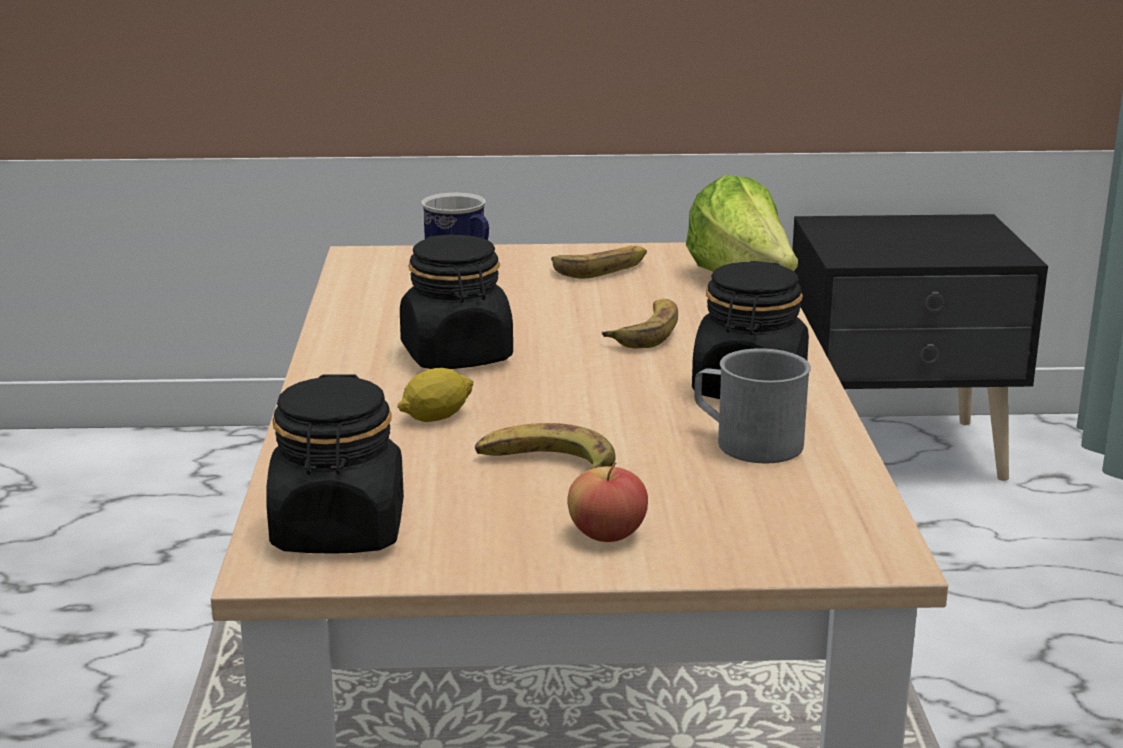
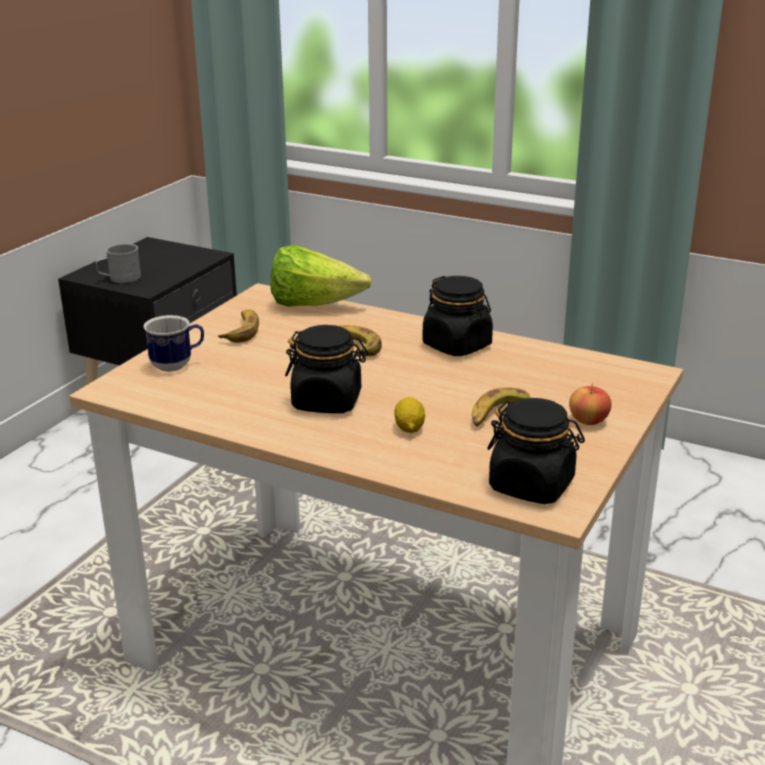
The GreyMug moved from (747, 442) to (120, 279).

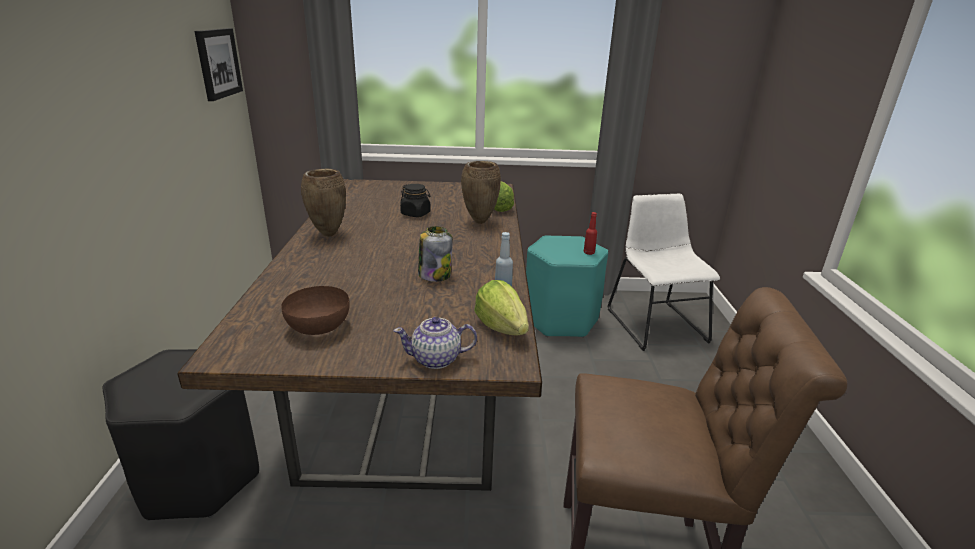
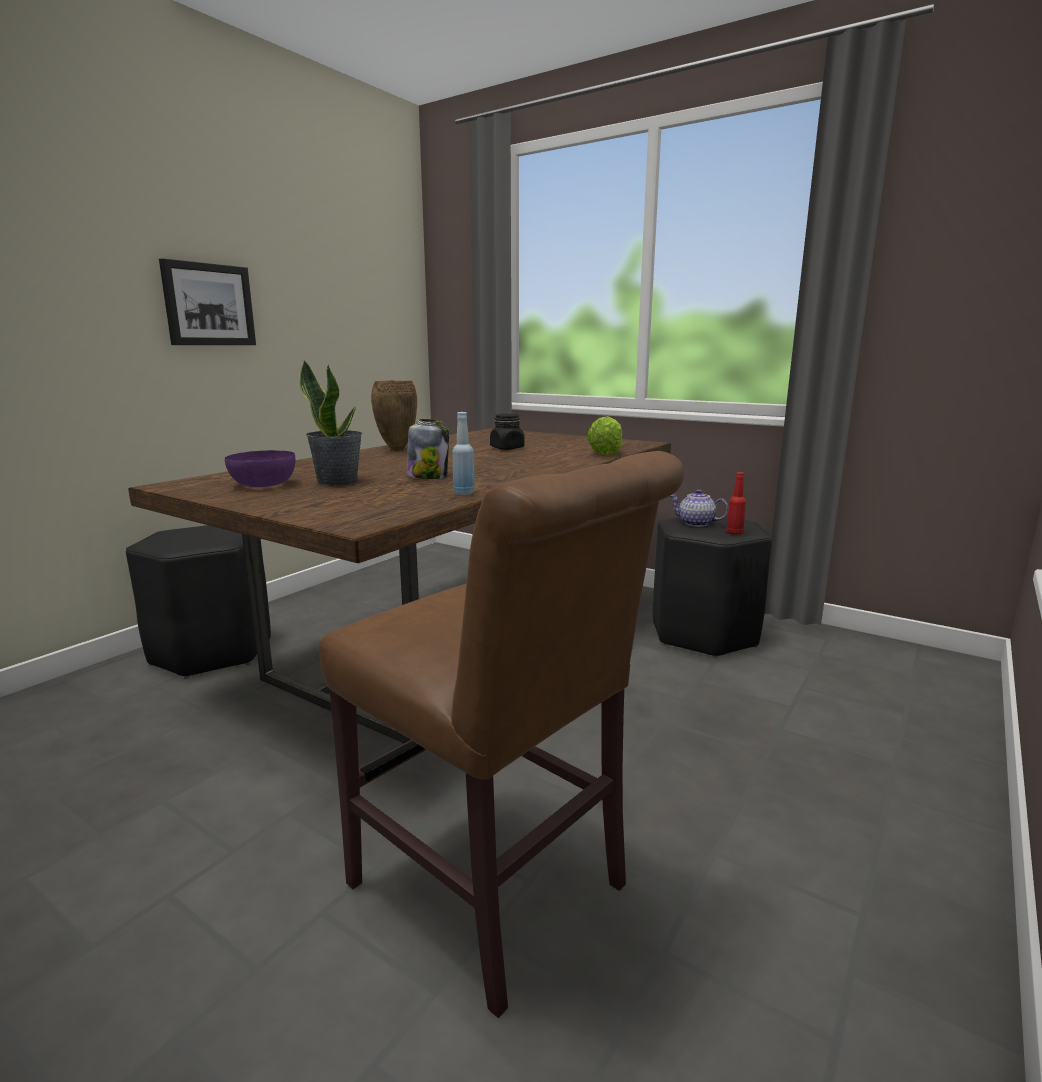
The Picture moved from (218, 63) to (208, 305). The BrownBowl at (319, 326) became the PurpleBowl at (264, 485). The PottedPlant at (338, 482) appeared. The TurquoiseStool at (560, 320) became the BlackStool at (704, 634). The Teapot moved from (436, 359) to (696, 523). The BrownVase at (479, 221) disappeared. The Lettuce at (502, 327) disappeared. The WhiteChair at (654, 322) disappeared.

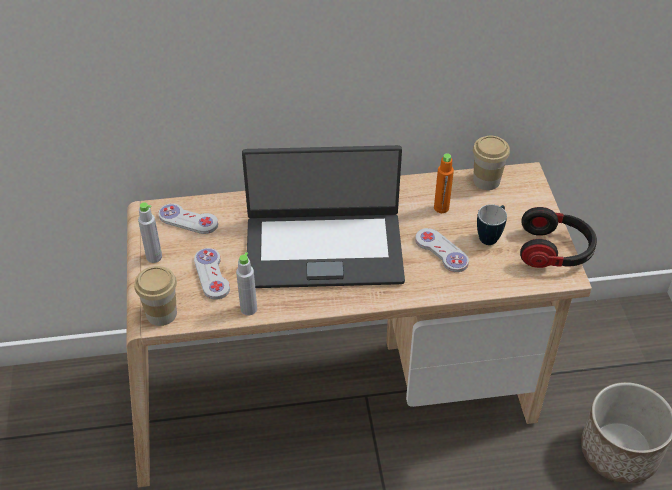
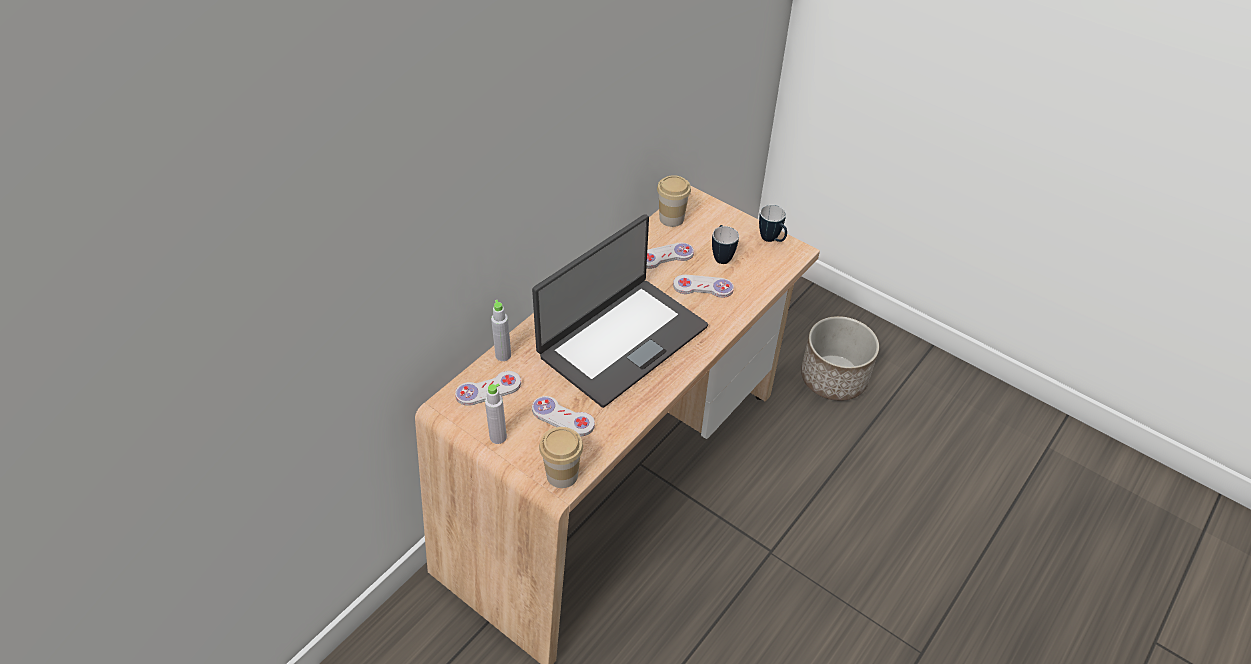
The GreyBottle moved from (248, 309) to (503, 355). The OrangeBottle at (441, 208) was replaced by the WhiteGameController at (665, 257). The Headphones at (555, 251) was replaced by the Mug at (772, 240).

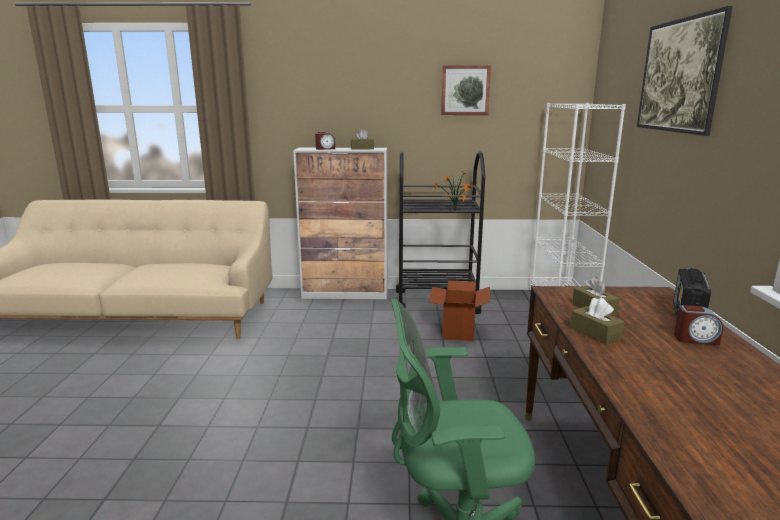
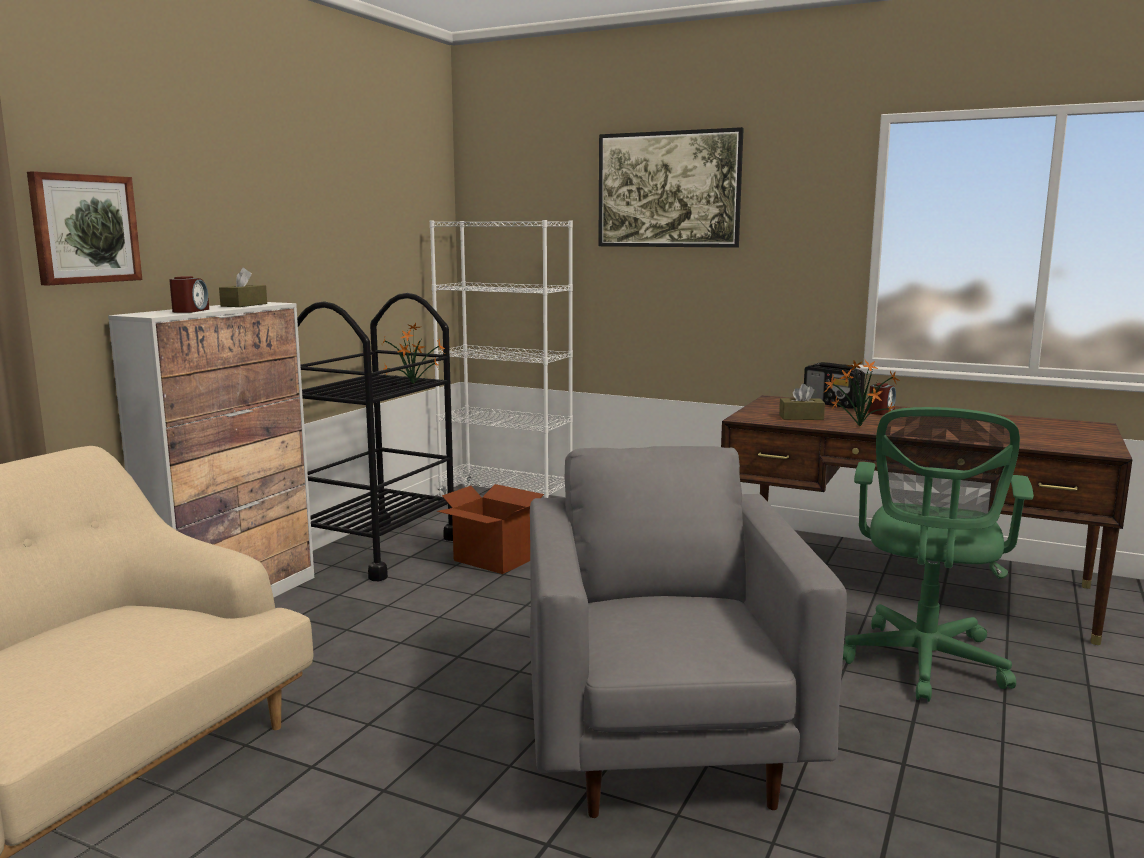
The Picture moved from (465, 90) to (84, 229). The GreyArmchair at (664, 742) appeared. The BrownTissueBox at (595, 333) was replaced by the PottedPlant at (857, 426).

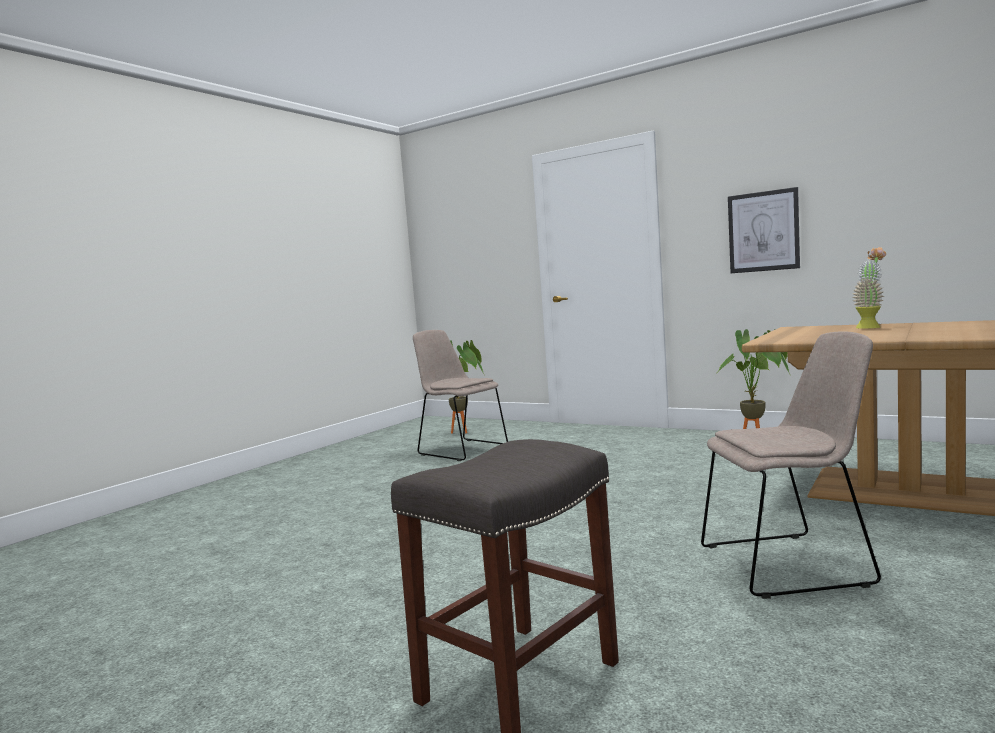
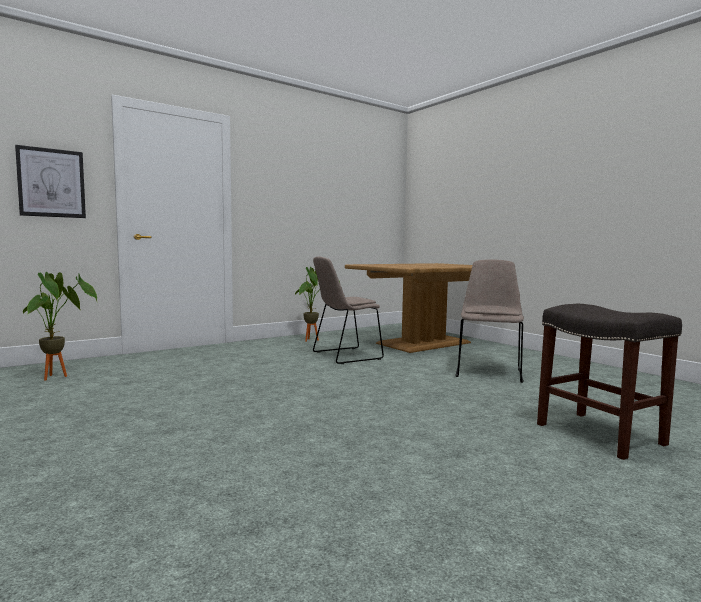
The Picture moved from (763, 231) to (51, 183). The BeigeChair moved from (461, 449) to (344, 356). The PottedPlant at (870, 327) disappeared.

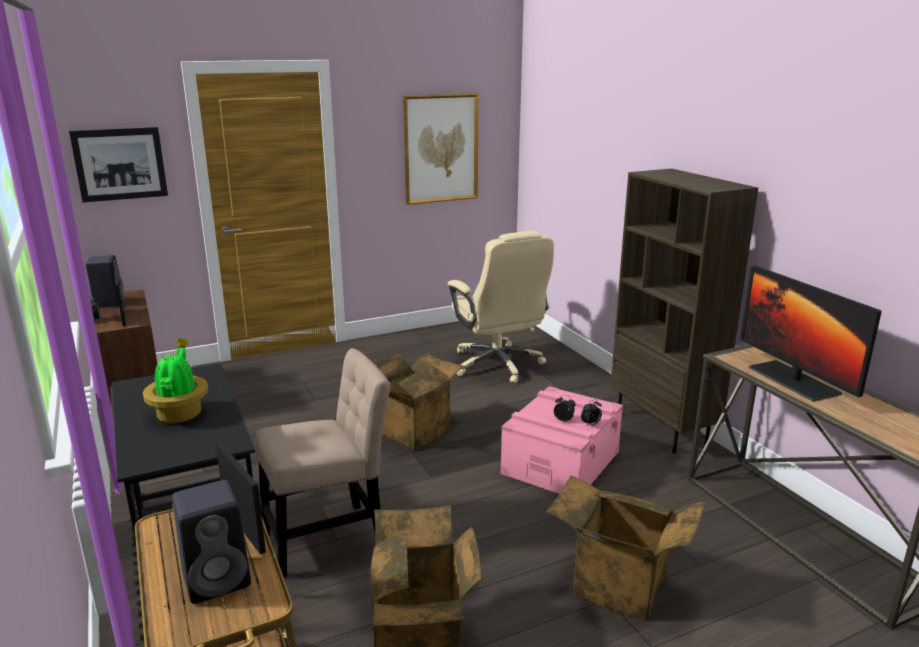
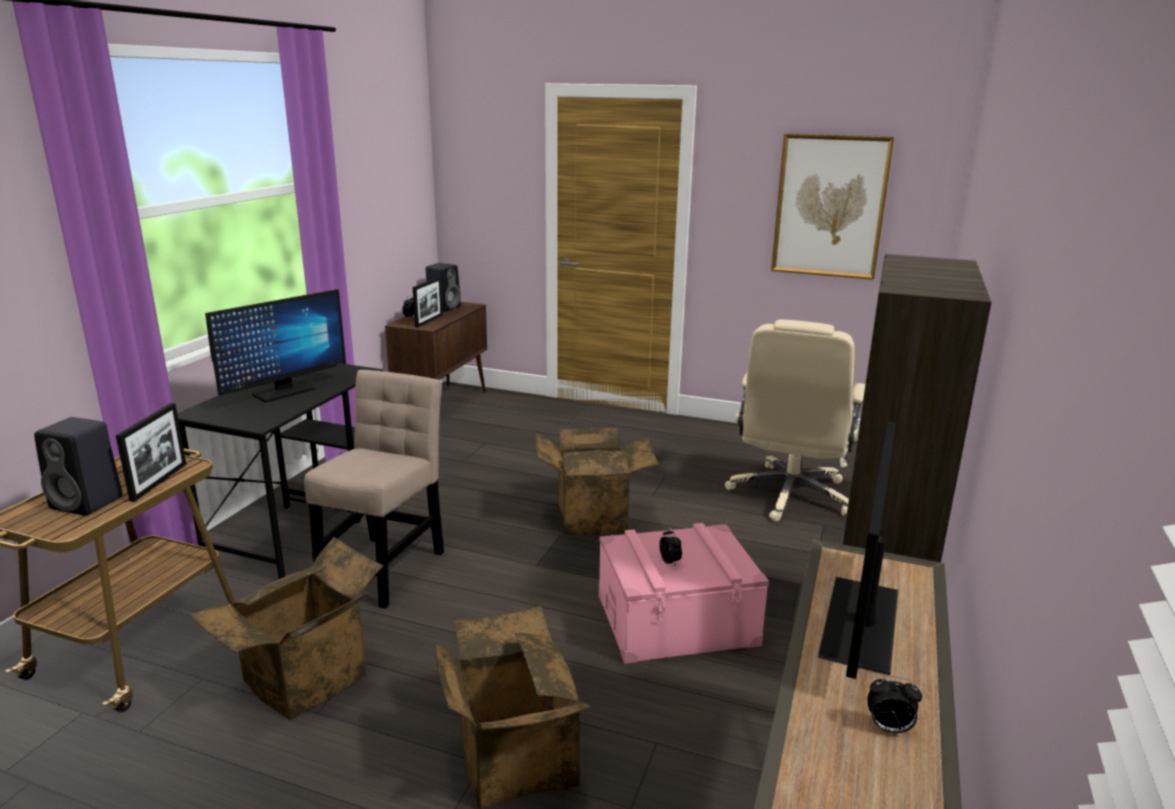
The PottedPlant at (180, 413) was replaced by the Monitor at (283, 392). The BeigeChair at (330, 538) turned 90 degrees counterclockwise. The AlarmClock moved from (591, 424) to (888, 728). The Picture at (120, 164) disappeared.

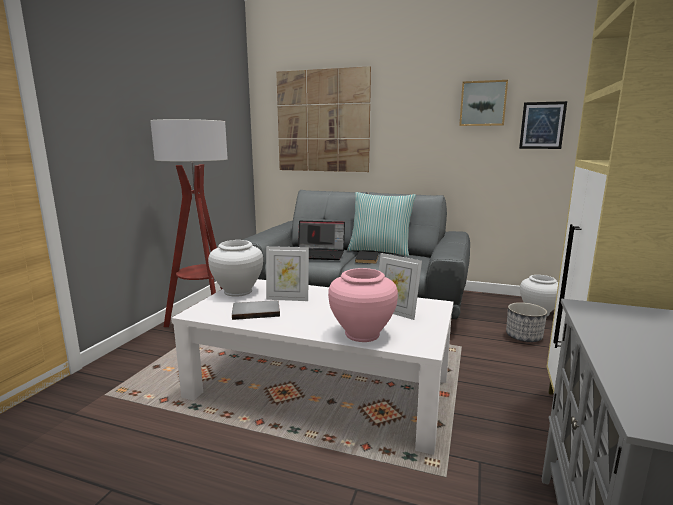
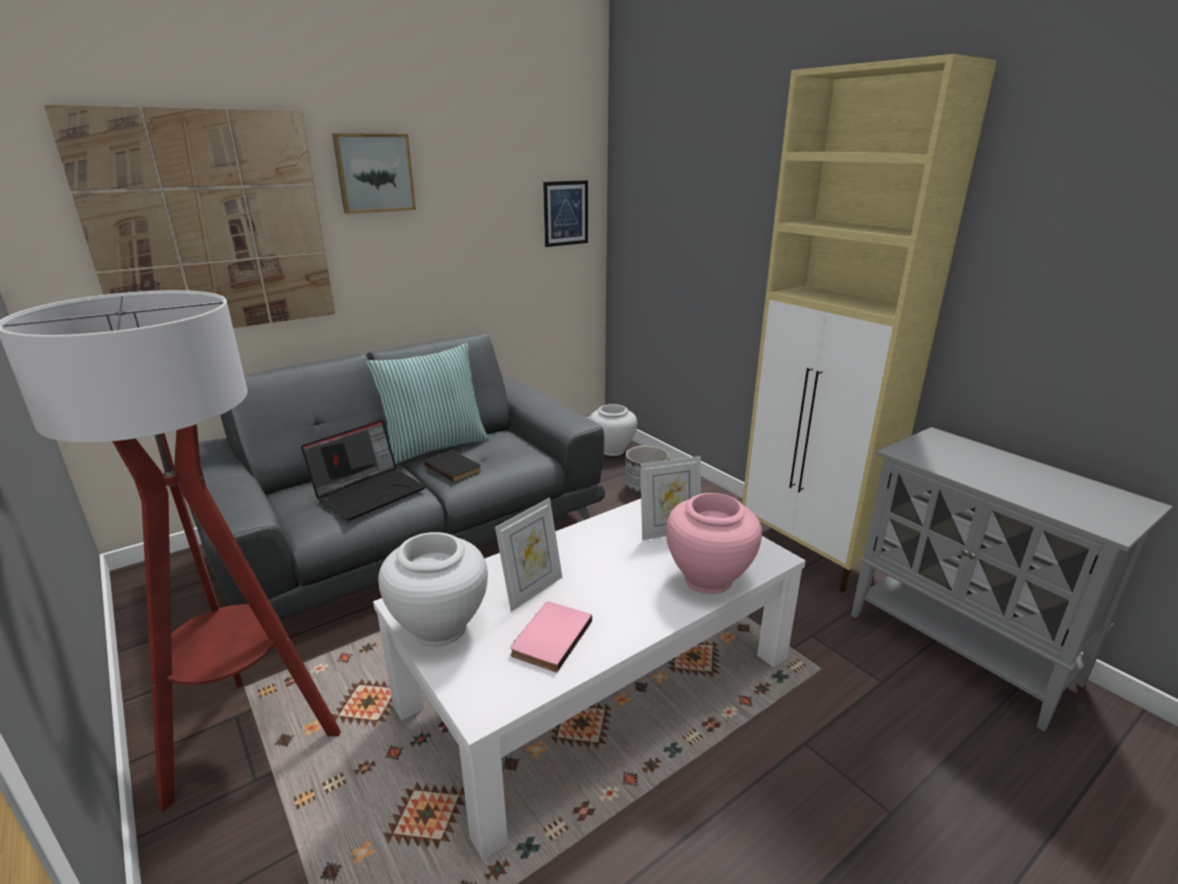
The Picture moved from (483, 103) to (374, 173). The GreyBook at (256, 311) became the PinkBook at (549, 637).

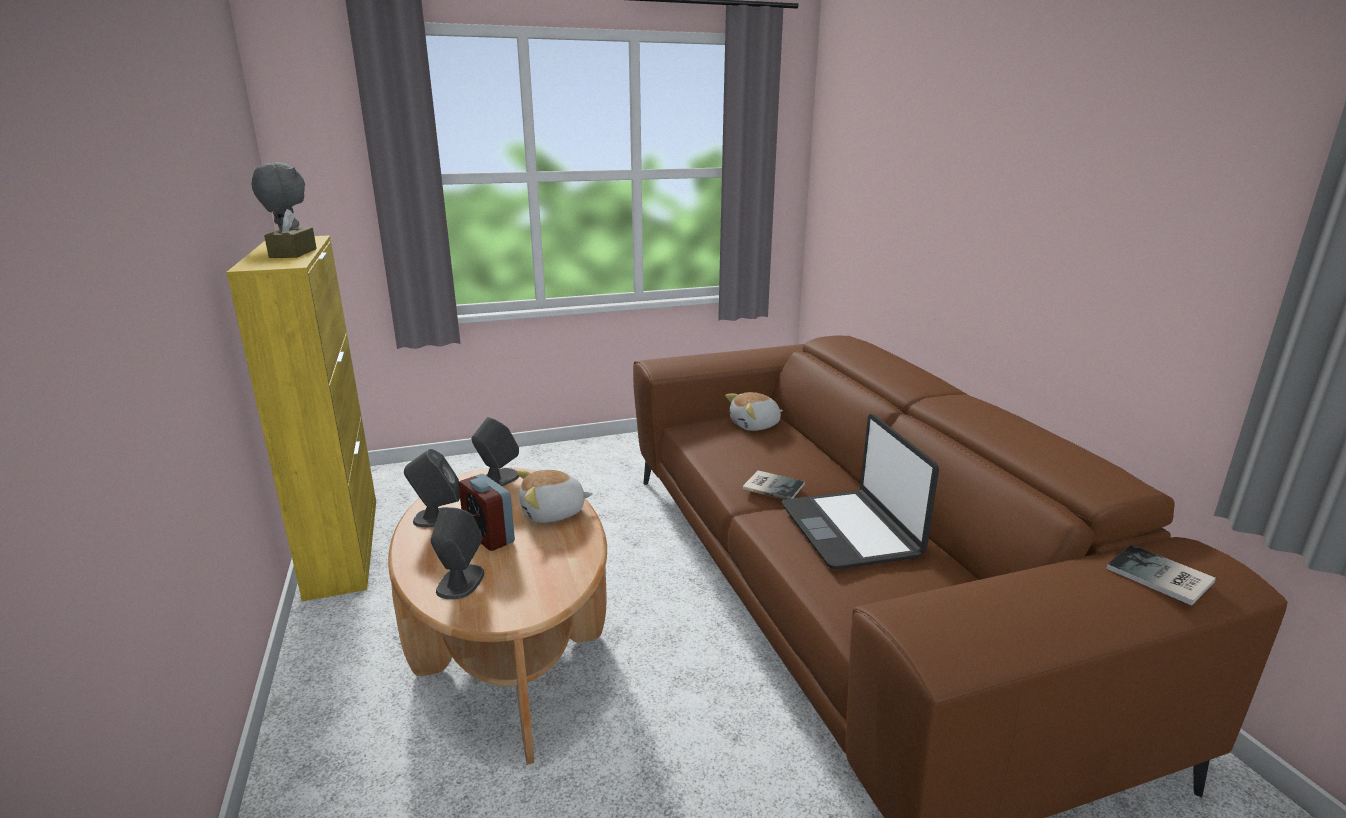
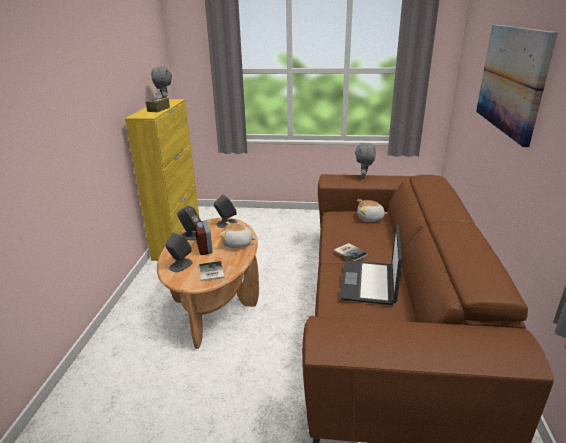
The Book moved from (1161, 577) to (210, 272). The GreyPlushToy at (364, 177) appeared. The Picture at (511, 79) appeared.

